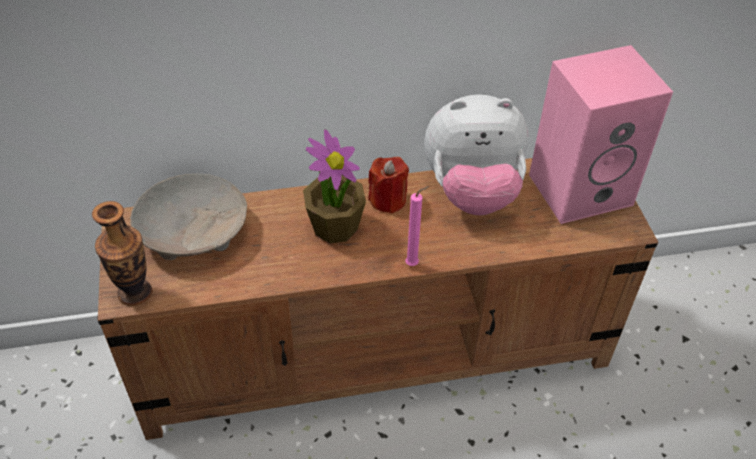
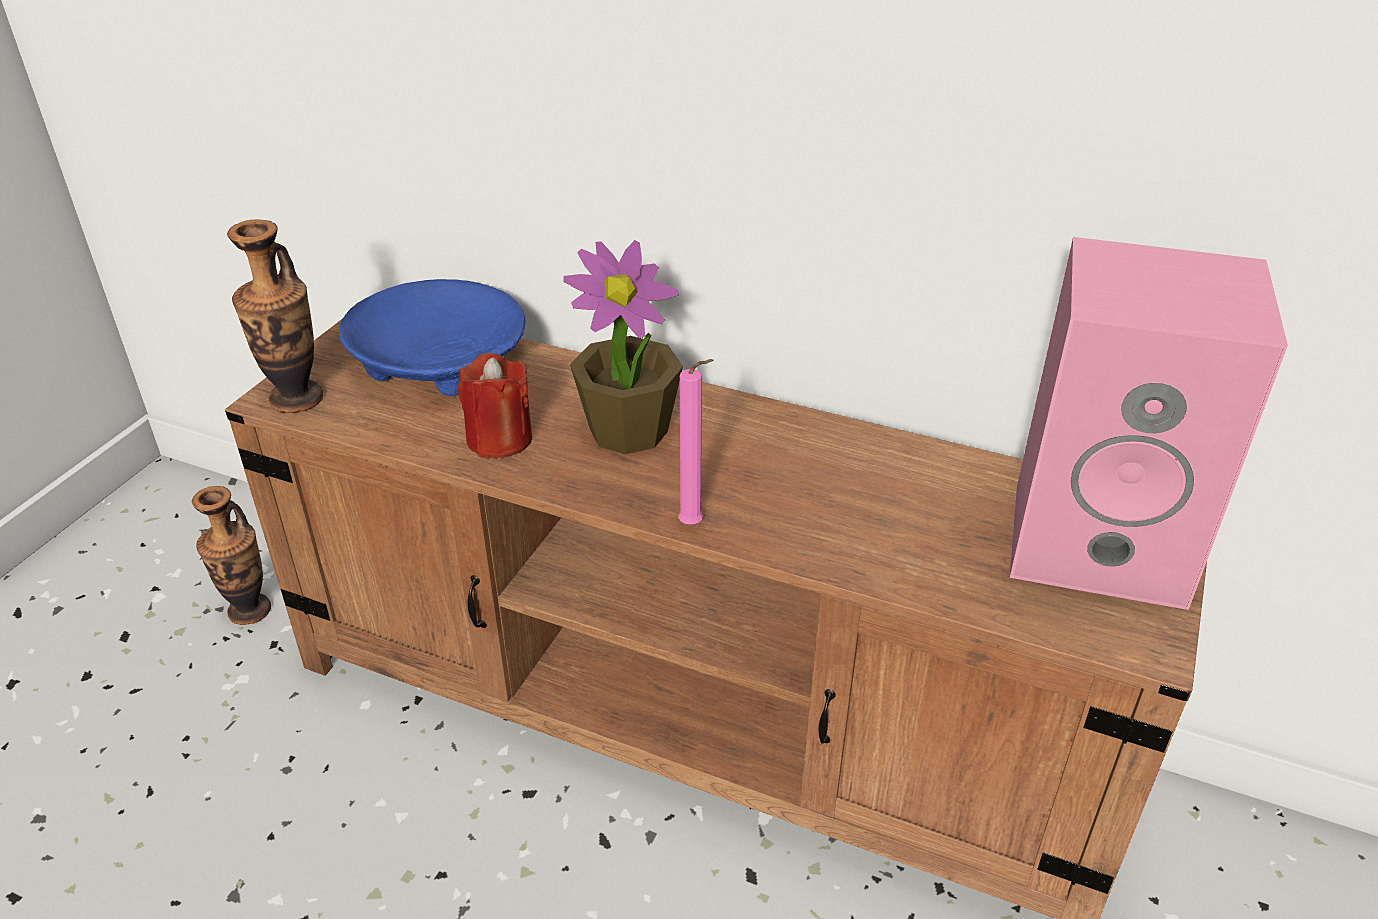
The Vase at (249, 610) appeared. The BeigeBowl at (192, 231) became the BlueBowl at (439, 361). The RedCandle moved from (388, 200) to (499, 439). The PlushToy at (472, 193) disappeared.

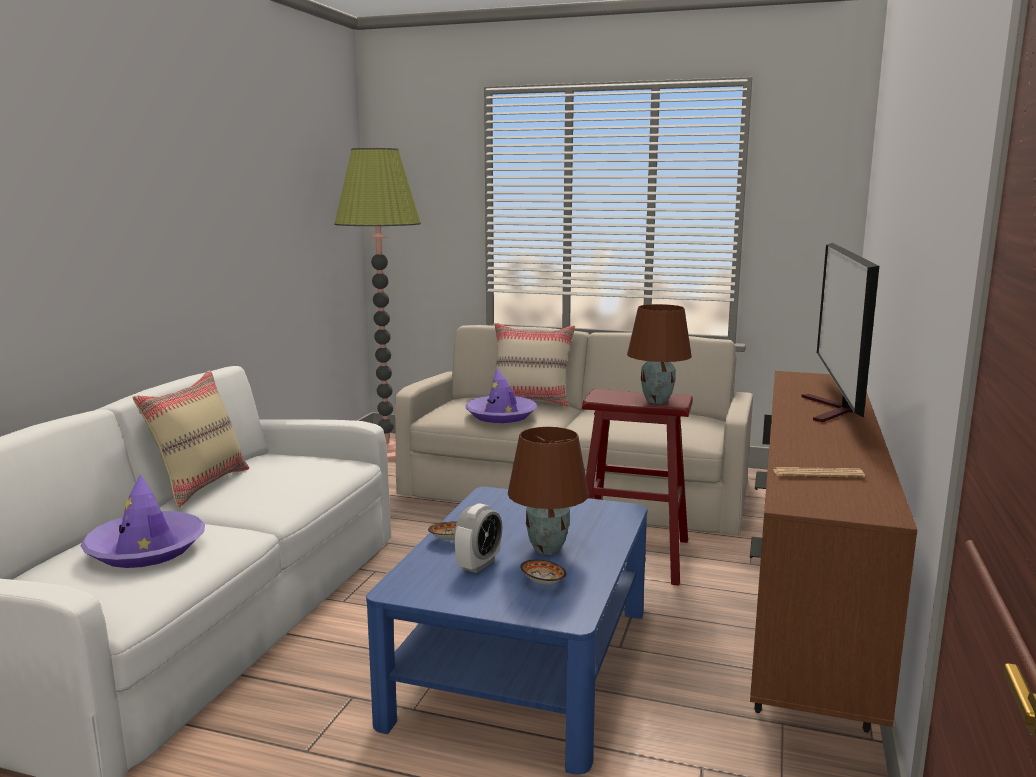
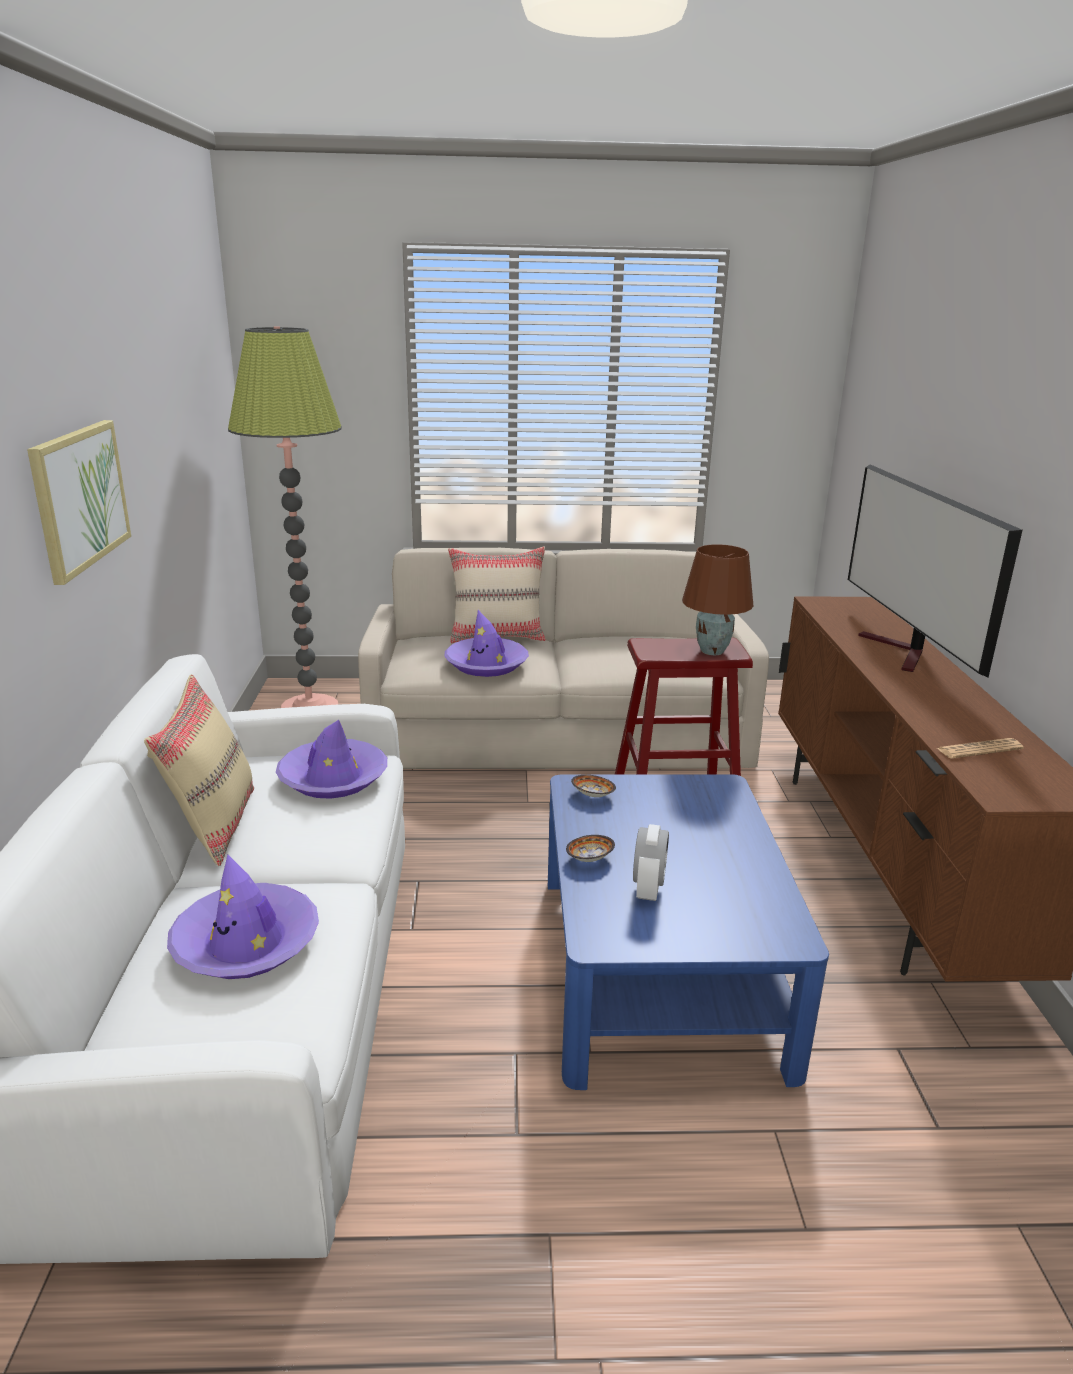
The Picture at (79, 497) appeared. The PurpleHat at (333, 778) appeared. The Bowl moved from (543, 583) to (593, 795). The BrownTableLamp at (547, 549) disappeared.

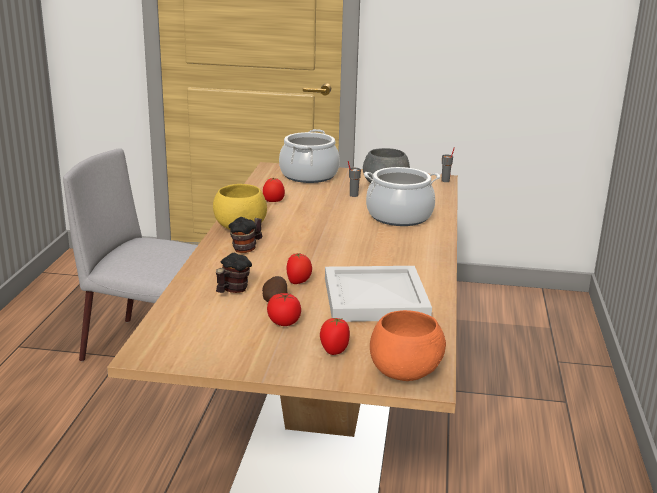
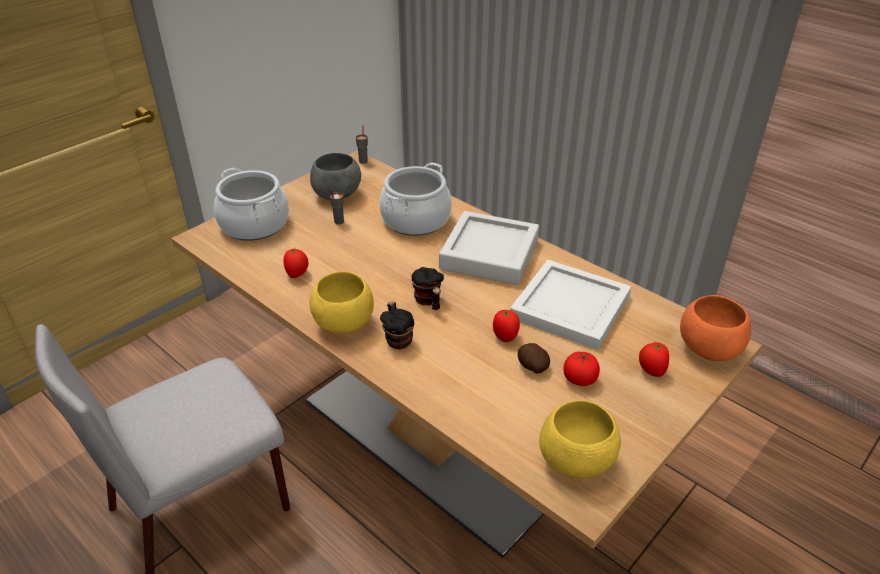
The Mug moved from (232, 291) to (428, 302). The GreyTray at (489, 254) appeared. The YellowBowl at (576, 462) appeared.

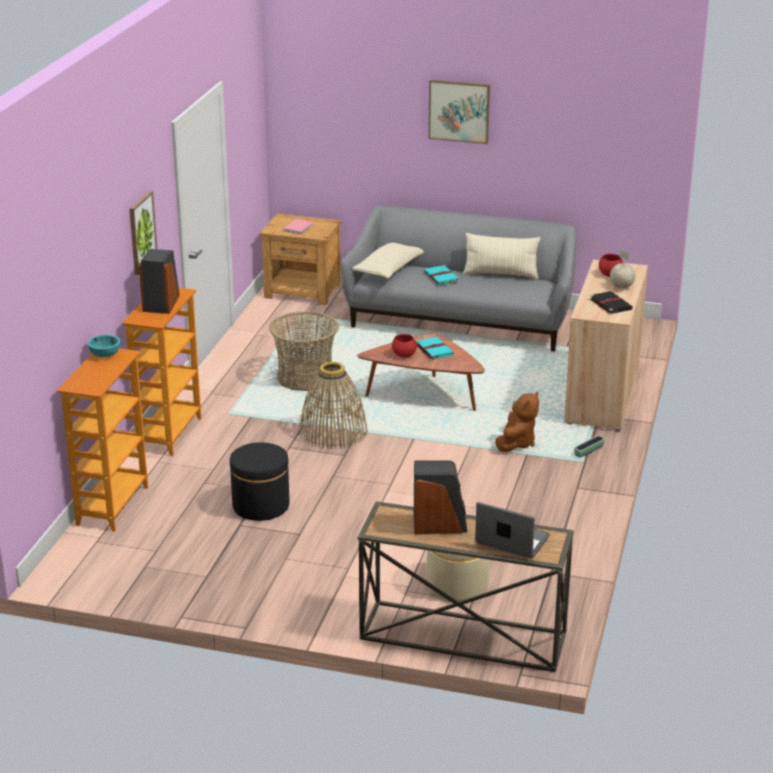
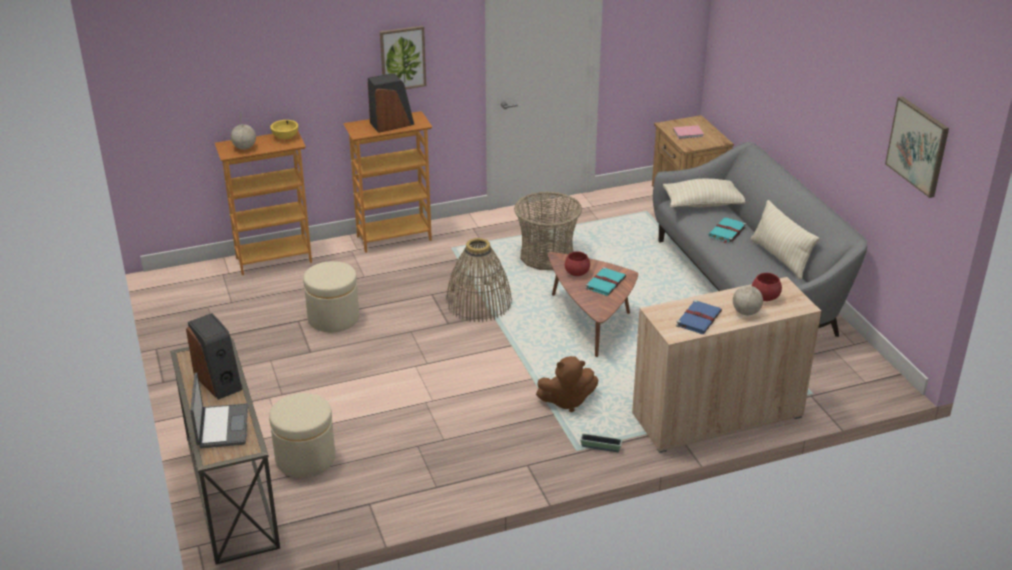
The Globe at (245, 148) appeared. The TurquoiseBowl at (105, 354) became the YellowBowl at (285, 137). The BlackOttoman at (261, 506) became the BeigeOttoman at (333, 318). The BlackBook at (610, 304) became the BlueBook at (699, 318). The Picture moved from (459, 111) to (918, 146).

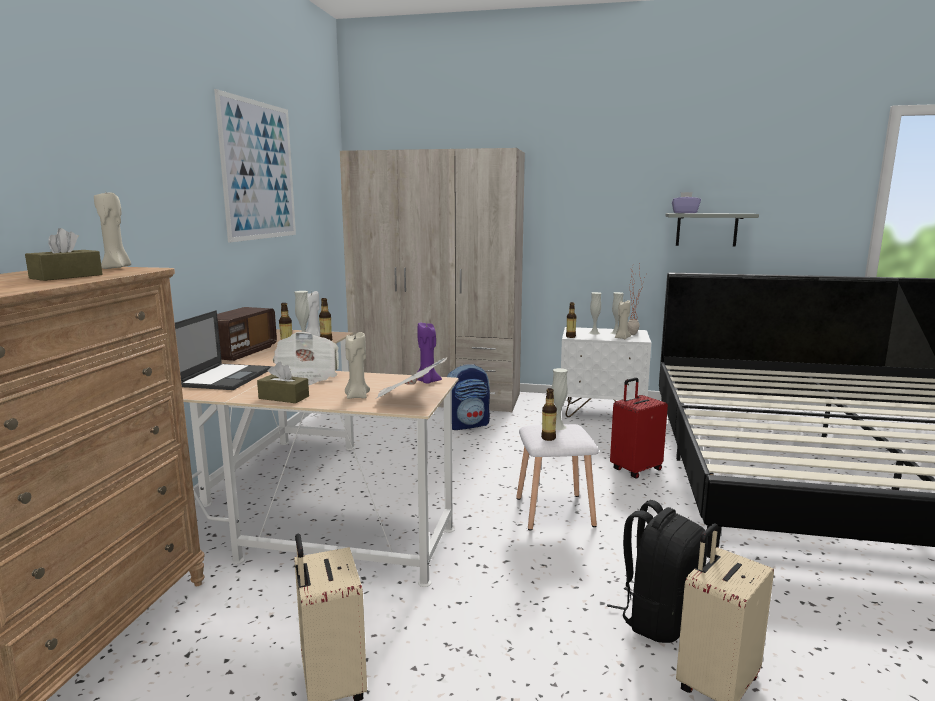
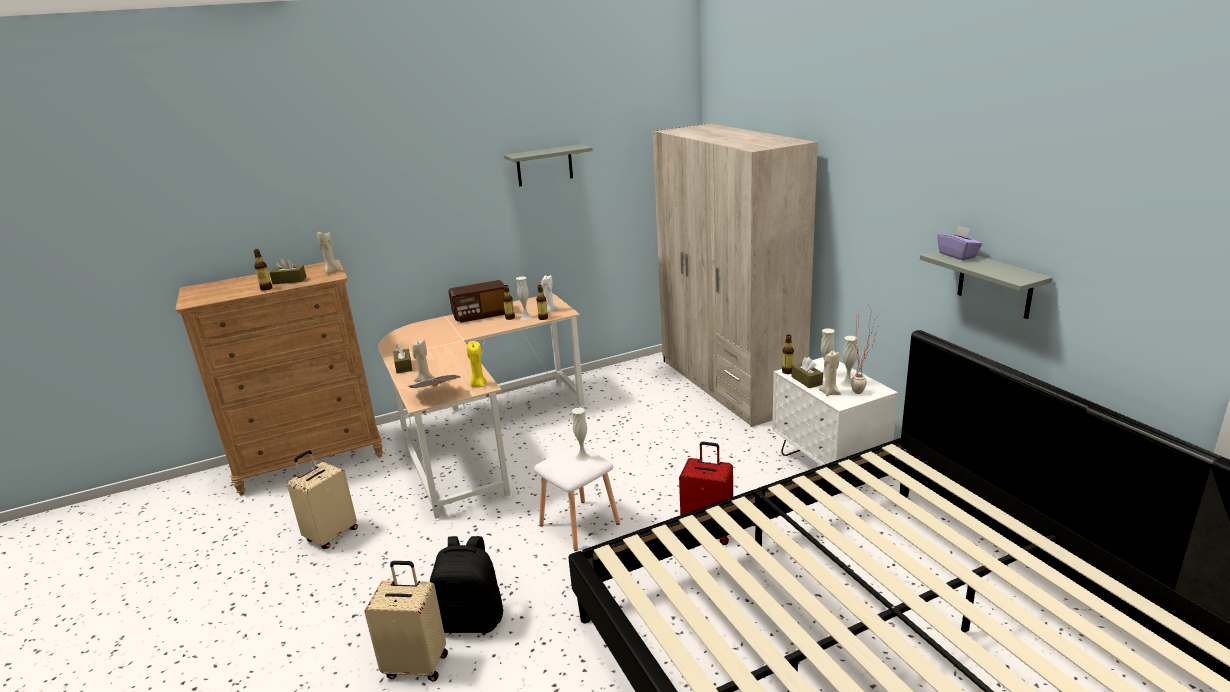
The Bottle moved from (548, 438) to (266, 288). The PurpleCandle at (427, 381) became the YellowCandle at (478, 385). The Picture at (259, 171) was replaced by the GreyShelf at (544, 165). The BrownTissueBox at (806, 380) appeared. The Laptop at (226, 377) disappeared. The Newspaper at (308, 376) disappeared. The Backpack at (467, 425) disappeared.

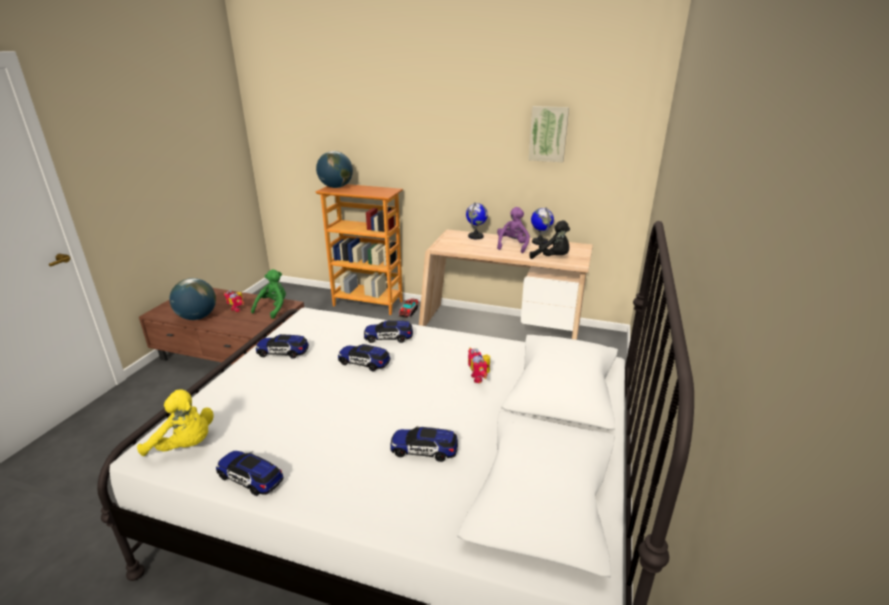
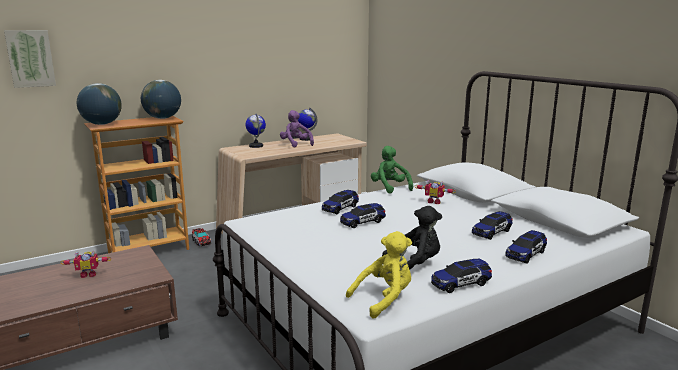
The Picture moved from (548, 134) to (30, 58). The Globe moved from (197, 317) to (163, 118). The GreenPlushToy moved from (273, 308) to (390, 188). The BlackPlushToy moved from (552, 258) to (415, 264). The ToyCar moved from (283, 352) to (525, 254).

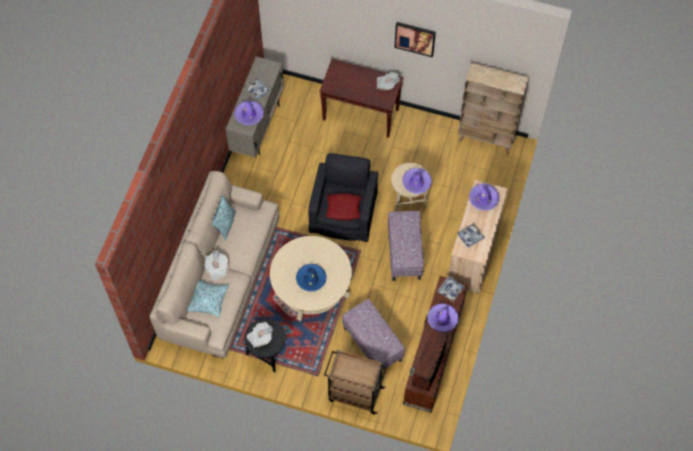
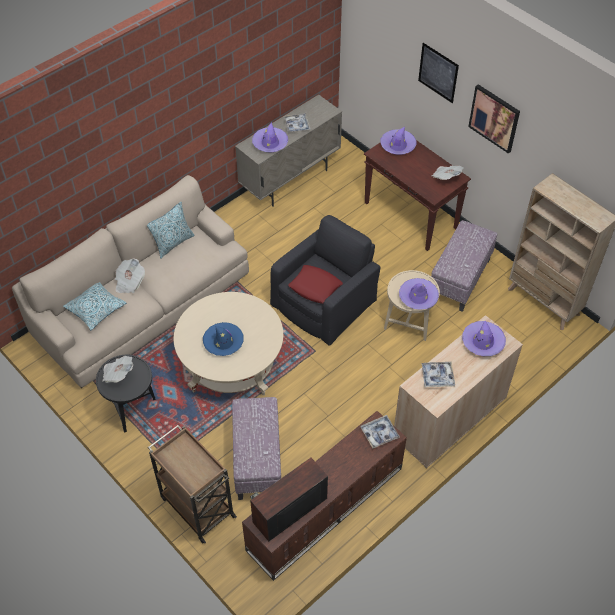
The PurpleHat moved from (442, 319) to (398, 145). The Picture at (438, 72) appeared. The Ottoman moved from (404, 253) to (459, 278).

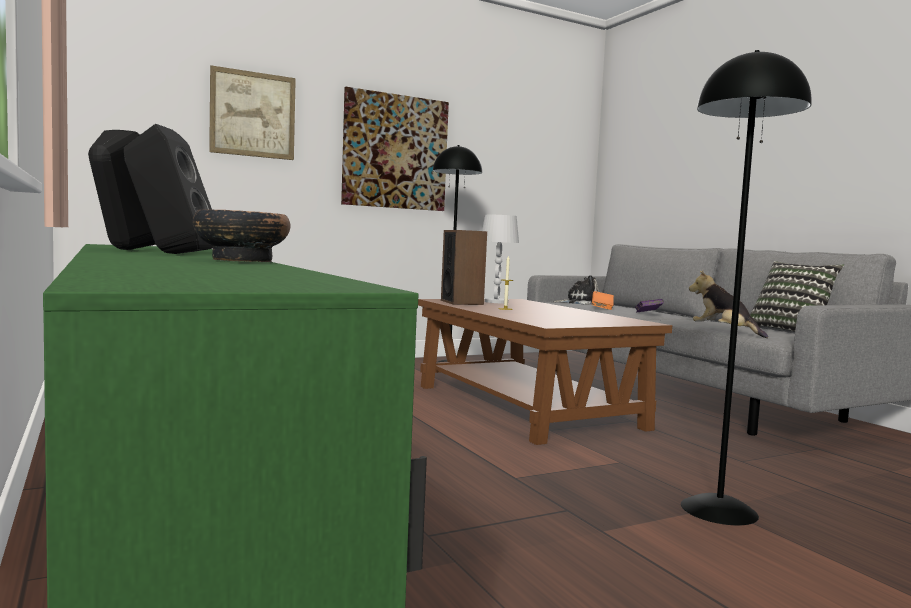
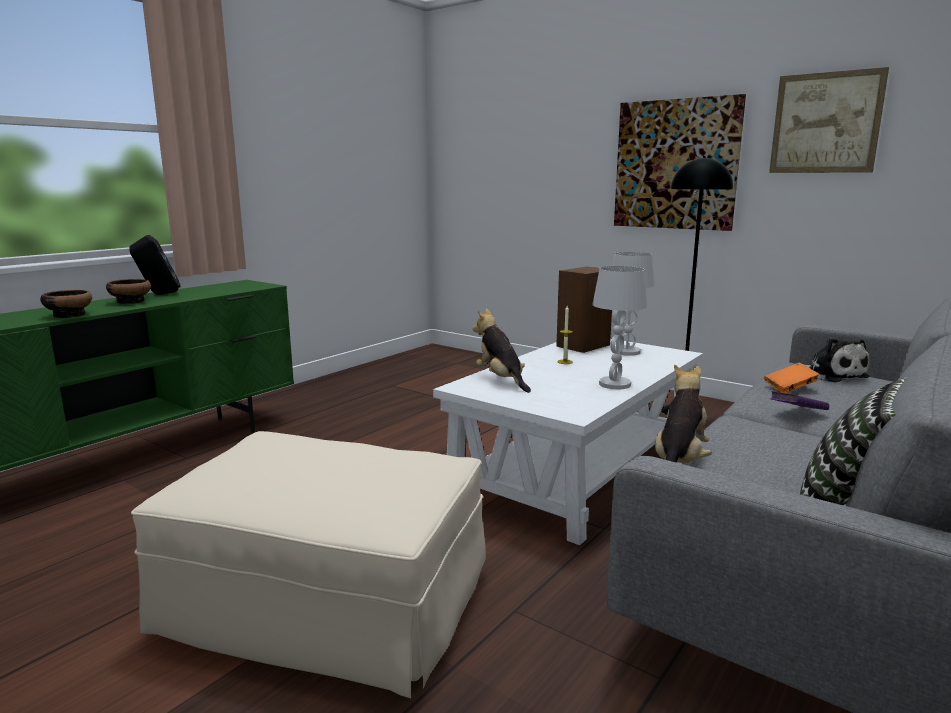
The BlackSpeaker at (169, 253) was replaced by the Bowl at (131, 301). The BlackFloorLamp at (719, 510) was replaced by the BeigeOttoman at (328, 601). The BrownCoffeeTable at (526, 406) became the WhiteCoffeeTable at (576, 470). The PlushToy at (501, 380) appeared. The WhiteTableLamp at (614, 384) appeared. The Picture moved from (253, 114) to (825, 123).

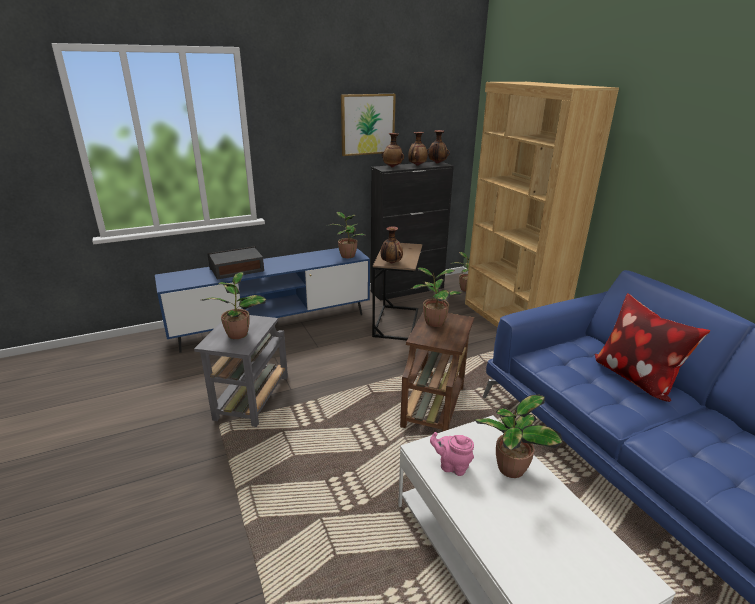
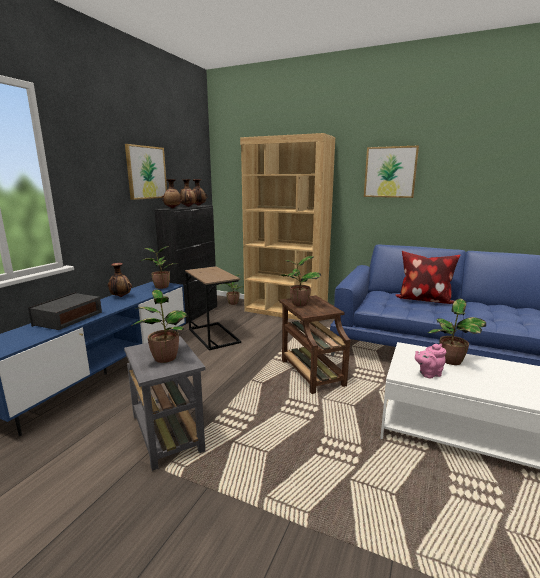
The Vase moved from (391, 263) to (120, 296). The Picture at (390, 172) appeared.

